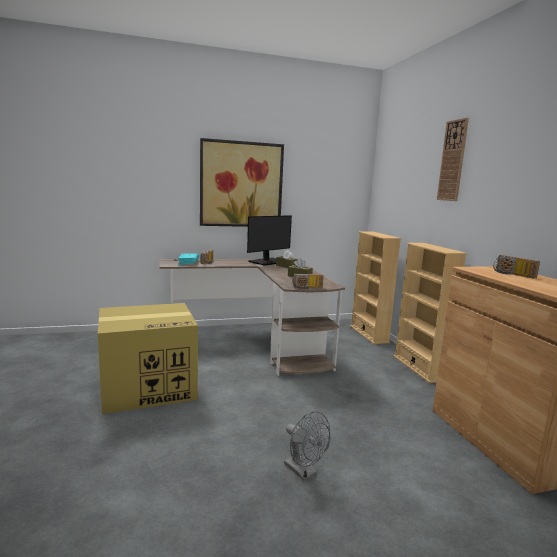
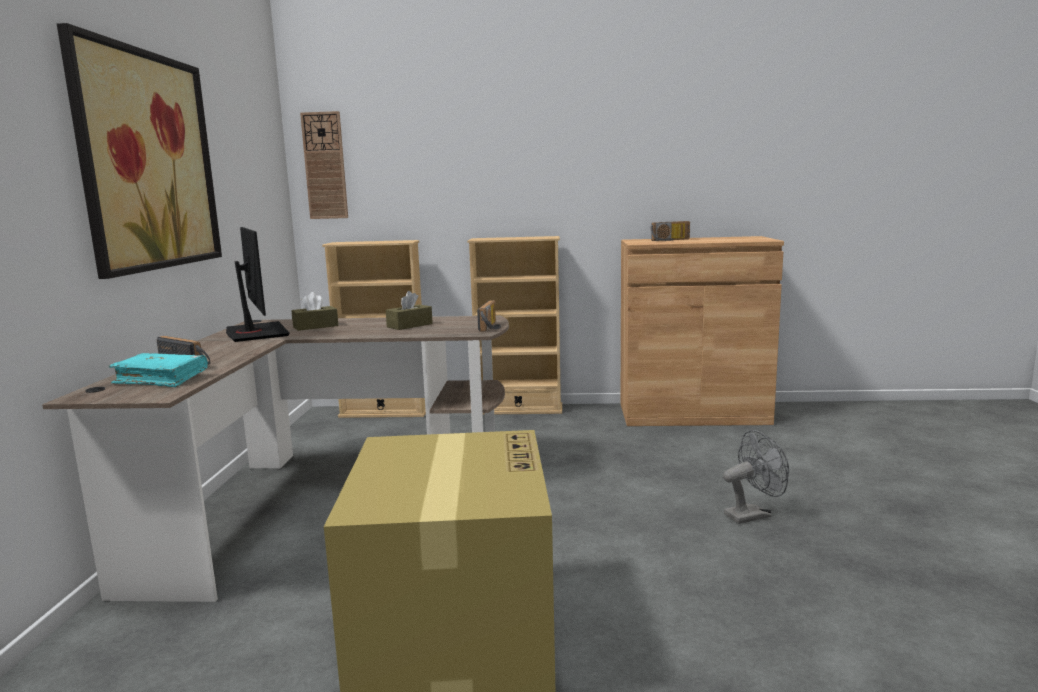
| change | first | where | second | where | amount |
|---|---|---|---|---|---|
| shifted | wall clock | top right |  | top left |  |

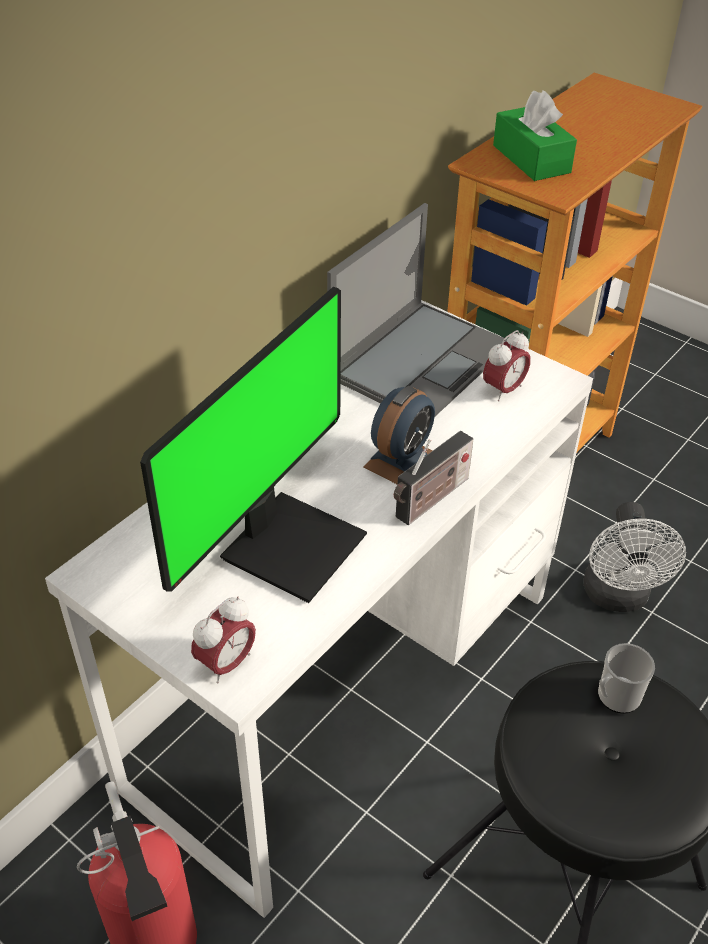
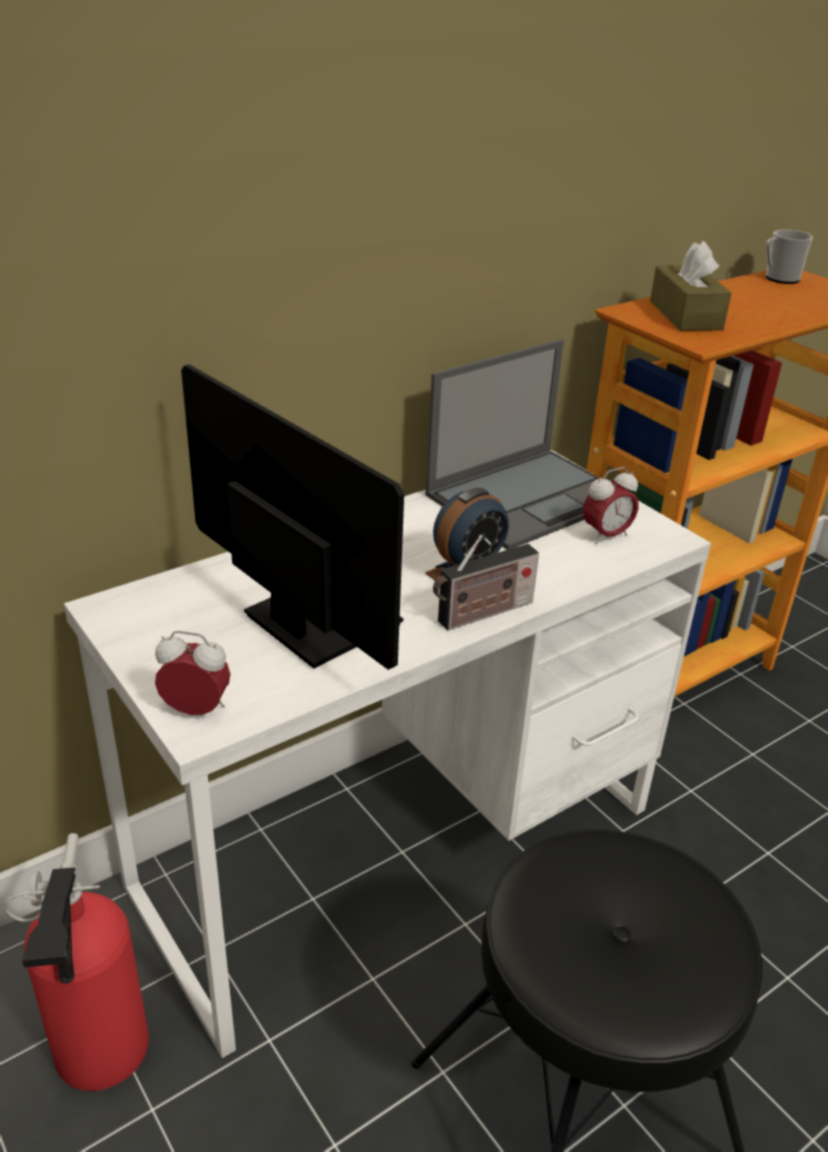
| change | first | where | second | where | amount |
|---|---|---|---|---|---|
| repainted | green tissue box | top right | brown tissue box | top right |  |
| rotated | monitor | centre |  | centre | 90 degrees counterclockwise |
| gone | white fan | middle right |  |  |  |
| rotated | alarm clock (no. 1 from left) | bottom left |  | middle left | 135 degrees counterclockwise |
| shifted | mug | bottom right |  | top right |  |

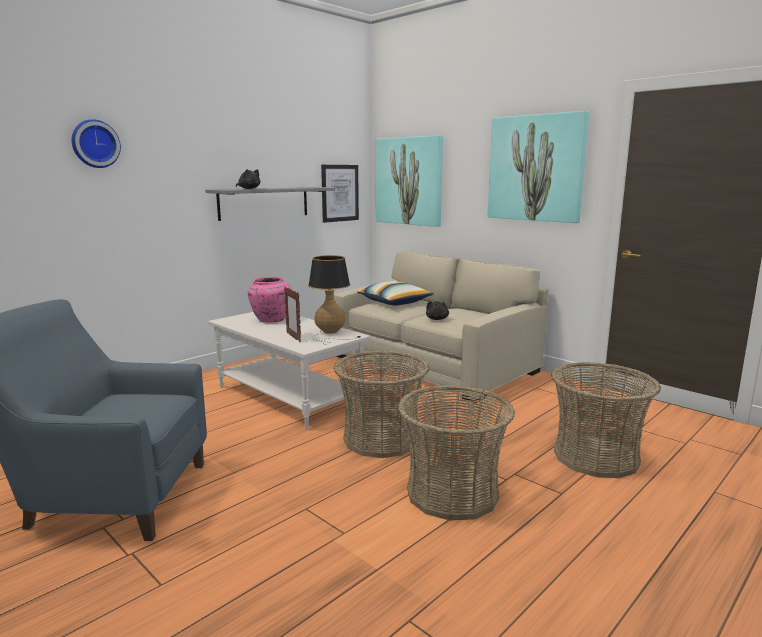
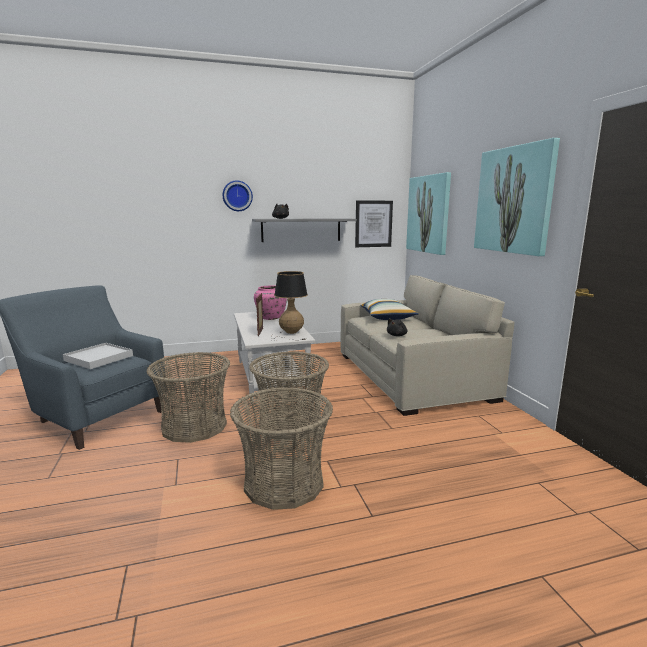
| change | first | where | second | where | amount |
|---|---|---|---|---|---|
| shifted | wall clock | top left |  | top centre |  |
| shifted | basket (no. 3 from left in the first image) | middle right | basket (no. 1 from left) | middle left |  |
| new |  |  | white tray | middle left |  |

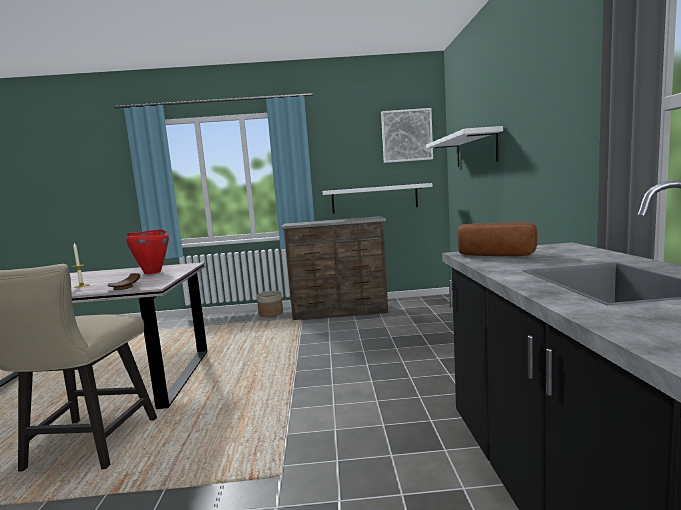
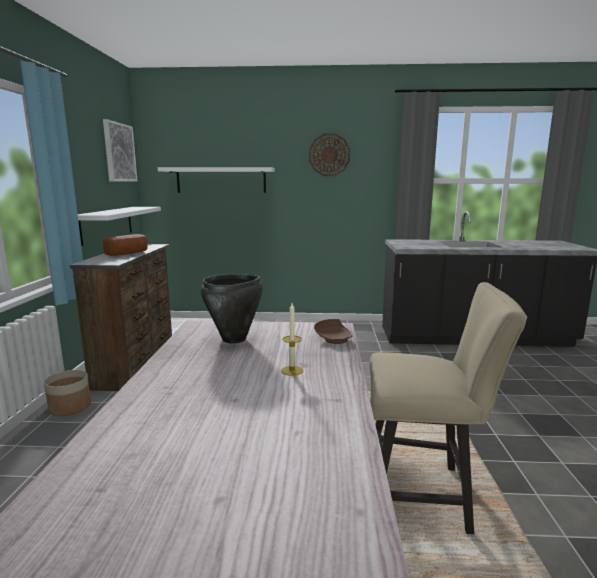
| change | first | where | second | where | amount |
|---|---|---|---|---|---|
| shifted | bread | middle right |  | middle left |  |
| repainted | red cooking pot | middle left | black cooking pot | centre |  |
| new |  |  | wall clock | top centre |  |

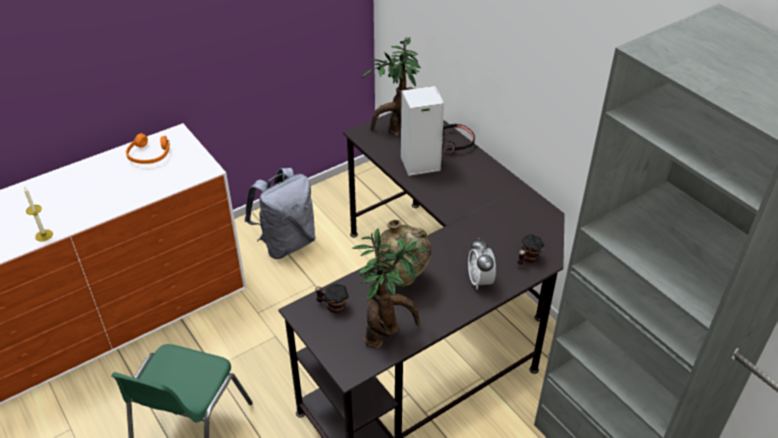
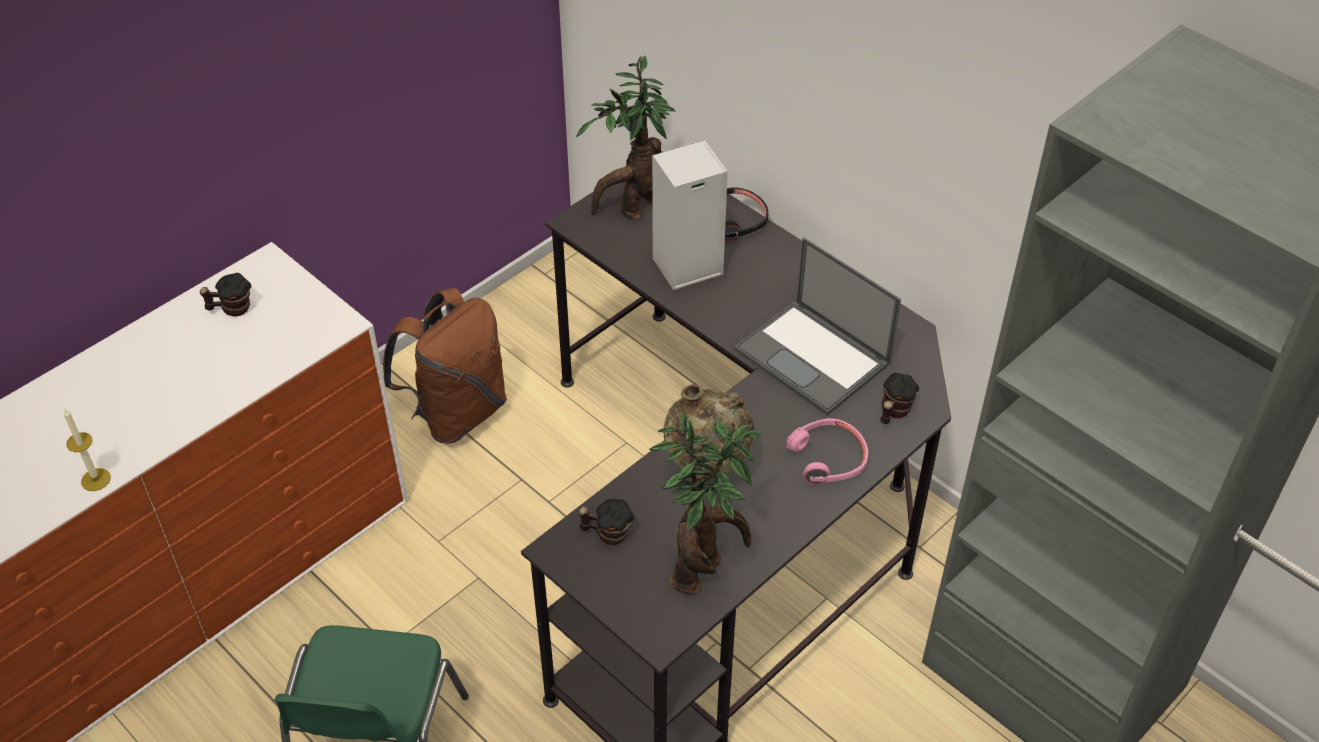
| change | first | where | second | where | amount |
|---|---|---|---|---|---|
| swapped | orange headphones | middle left | mug (no. 1 from left) | middle left |  |
| repainted | grey backpack | centre | brown backpack | centre |  |
| swapped | alarm clock | centre | pink headphones | centre |  |
| new |  |  | laptop | centre |  |

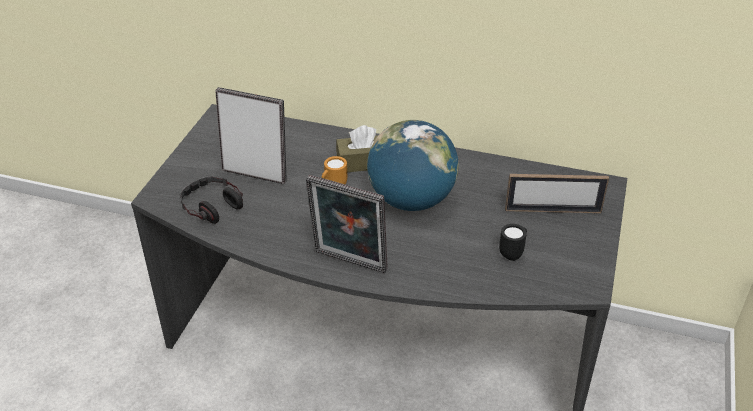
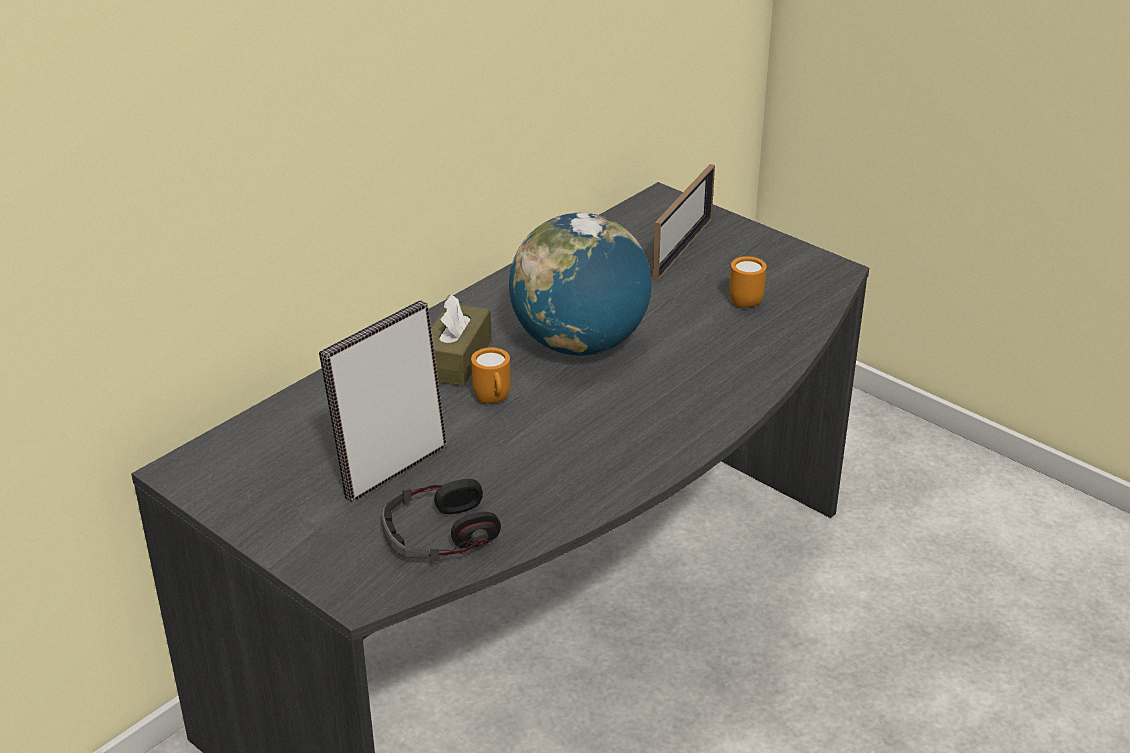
| change | first | where | second | where | amount |
|---|---|---|---|---|---|
| gone | picture frame (no. 2 from left) | centre |  |  |  |
| repainted | black mug | middle right | orange mug (no. 2 from left) | centre |  |

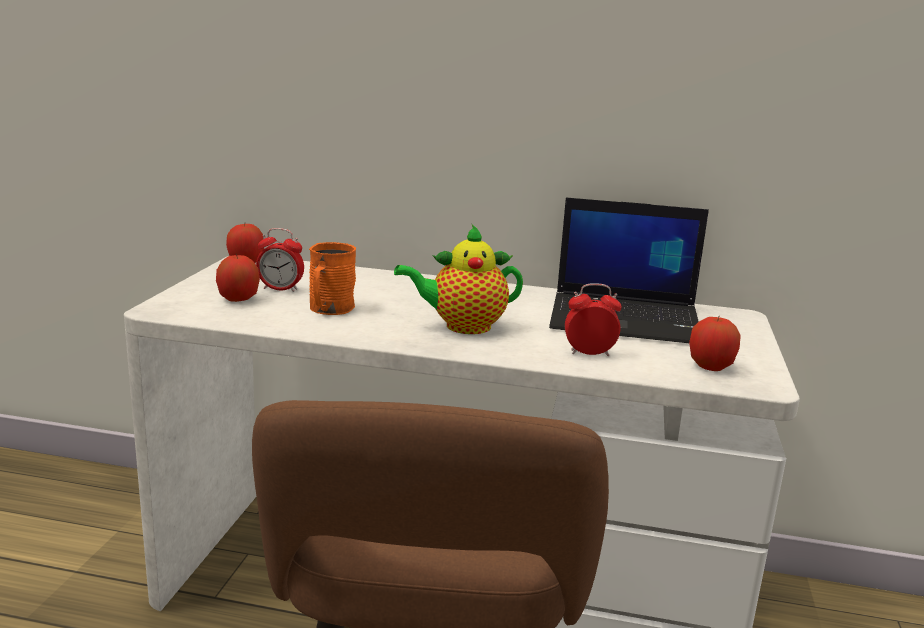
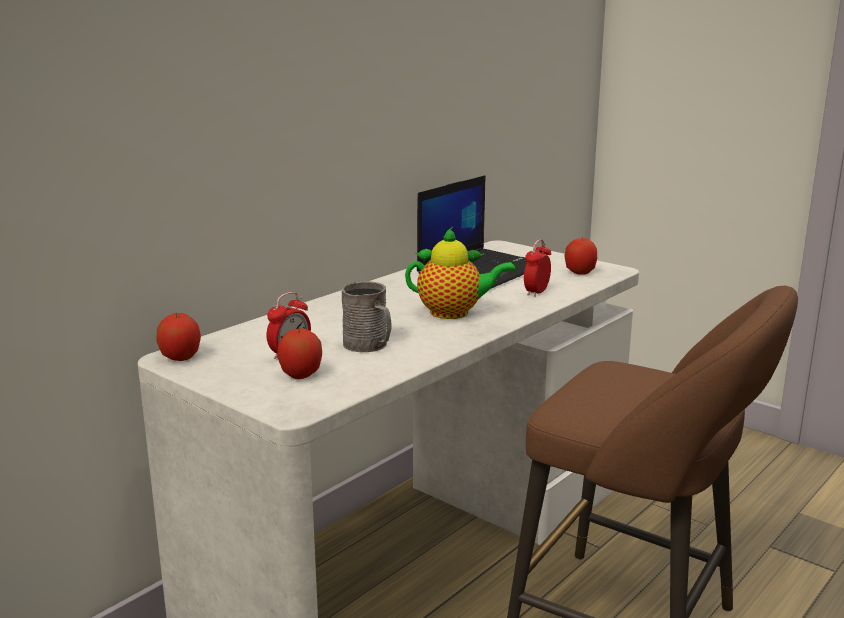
| change | first | where | second | where | amount |
|---|---|---|---|---|---|
| rotated | teapot | centre |  | centre | 105 degrees counterclockwise |
| repainted | orange mug | centre | grey mug | centre |  |

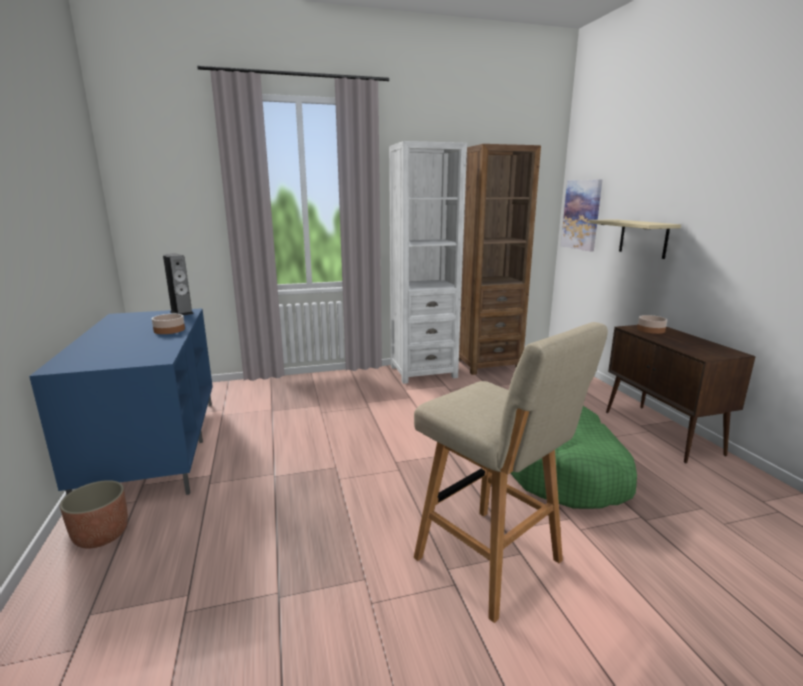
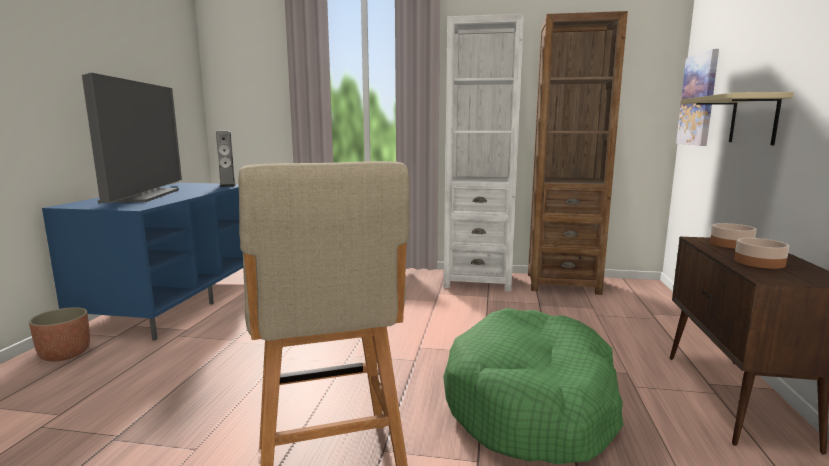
| change | first | where | second | where | amount |
|---|---|---|---|---|---|
| shifted | bowl (no. 1 from left in the first image) | middle left | bowl (no. 2 from left) | middle right |  |
| new |  |  | television | top left |  |

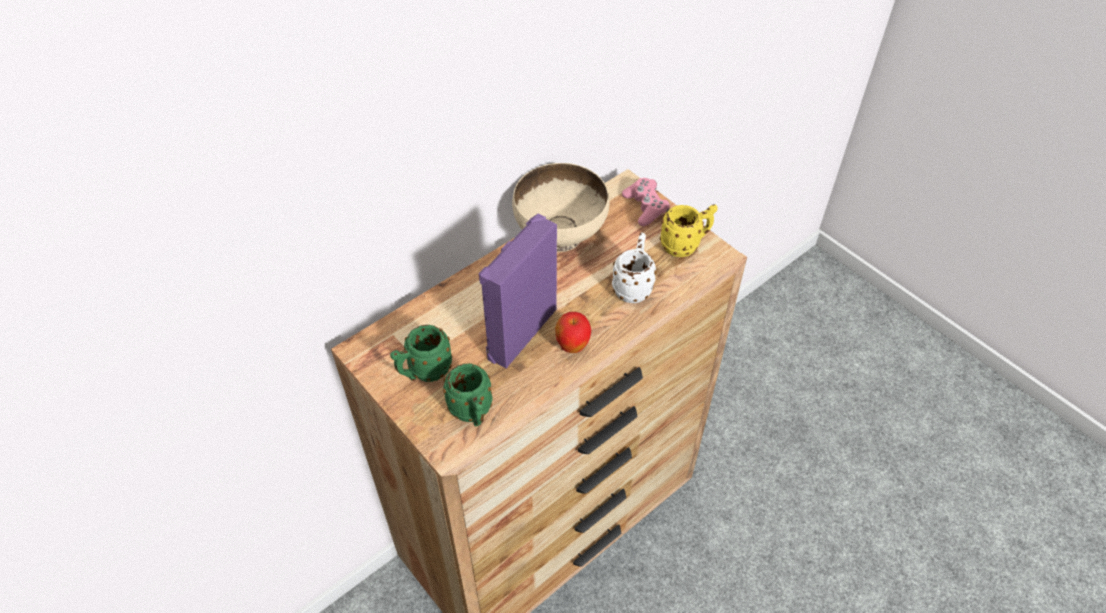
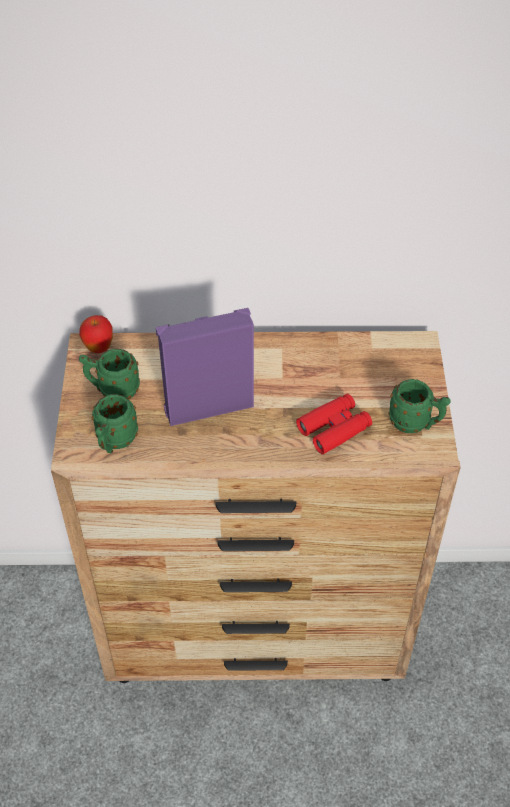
| change | first | where | second | where | amount |
|---|---|---|---|---|---|
| gone | beige bowl | centre |  |  |  |
| gone | pink game controller | top centre |  |  |  |
| repainted | yellow mug | centre | green mug (no. 3 from left) | middle right |  |
| swapped | white mug | centre | red binoculars | centre |  |
| shifted | apple | centre |  | middle left |  |

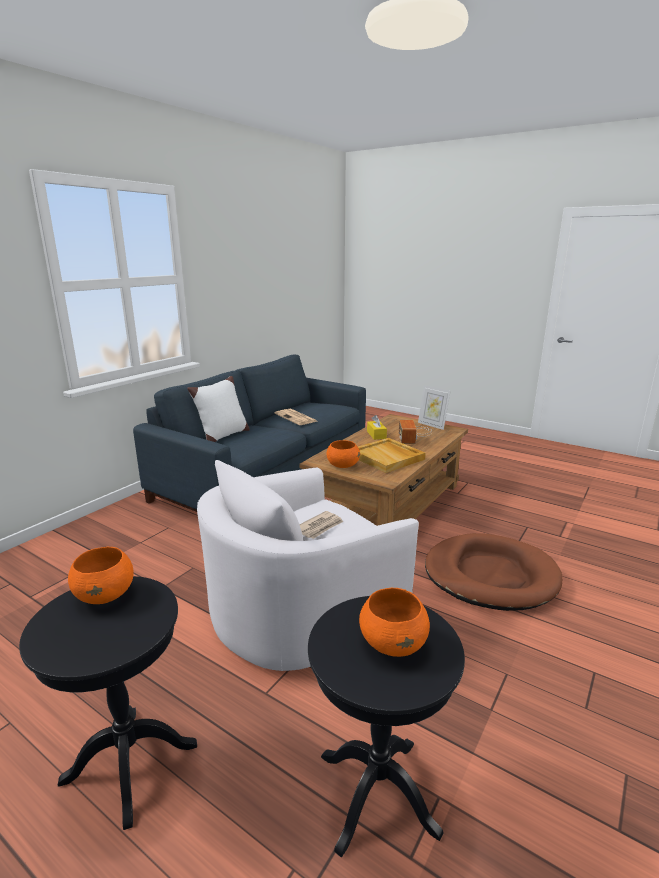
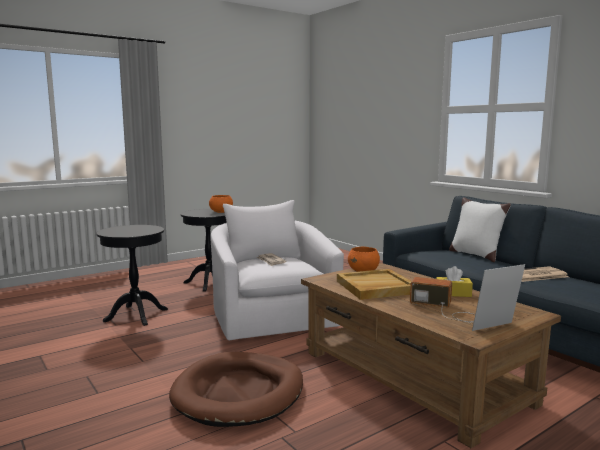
| change | first | where | second | where | amount |
|---|---|---|---|---|---|
| gone | orange bowl (no. 3 from left) | bottom centre |  |  |  |

